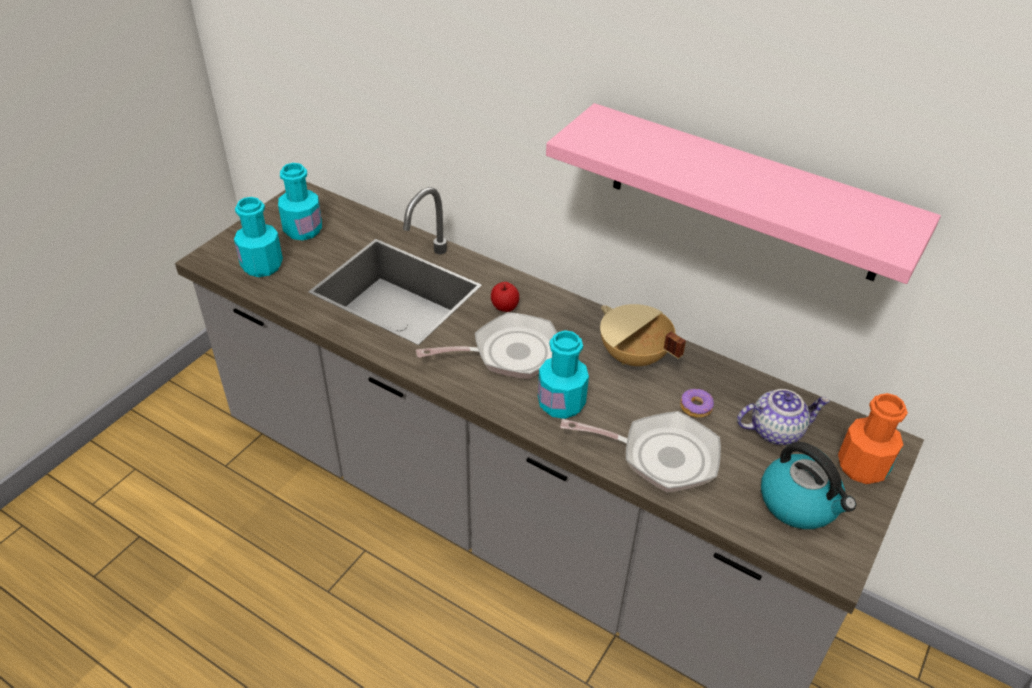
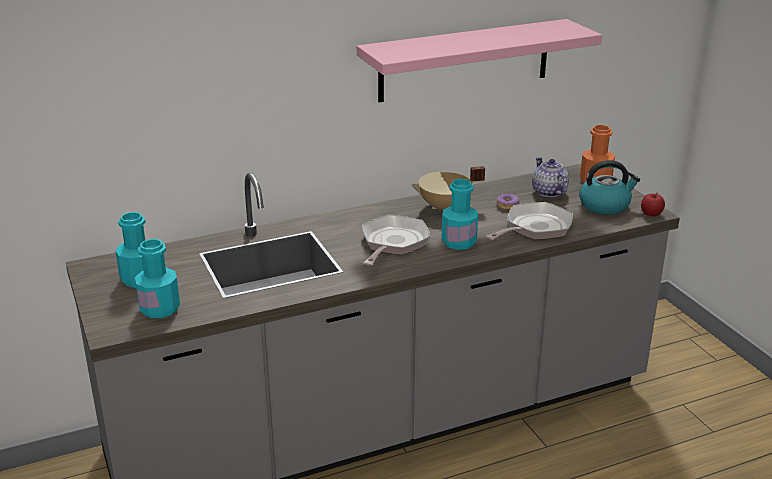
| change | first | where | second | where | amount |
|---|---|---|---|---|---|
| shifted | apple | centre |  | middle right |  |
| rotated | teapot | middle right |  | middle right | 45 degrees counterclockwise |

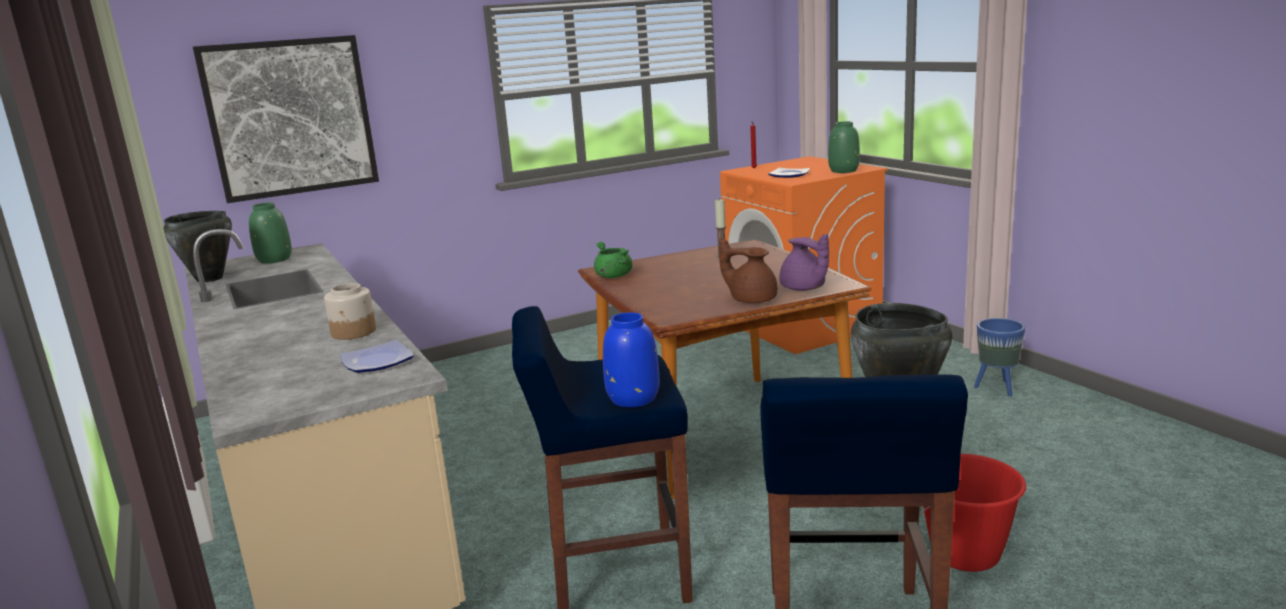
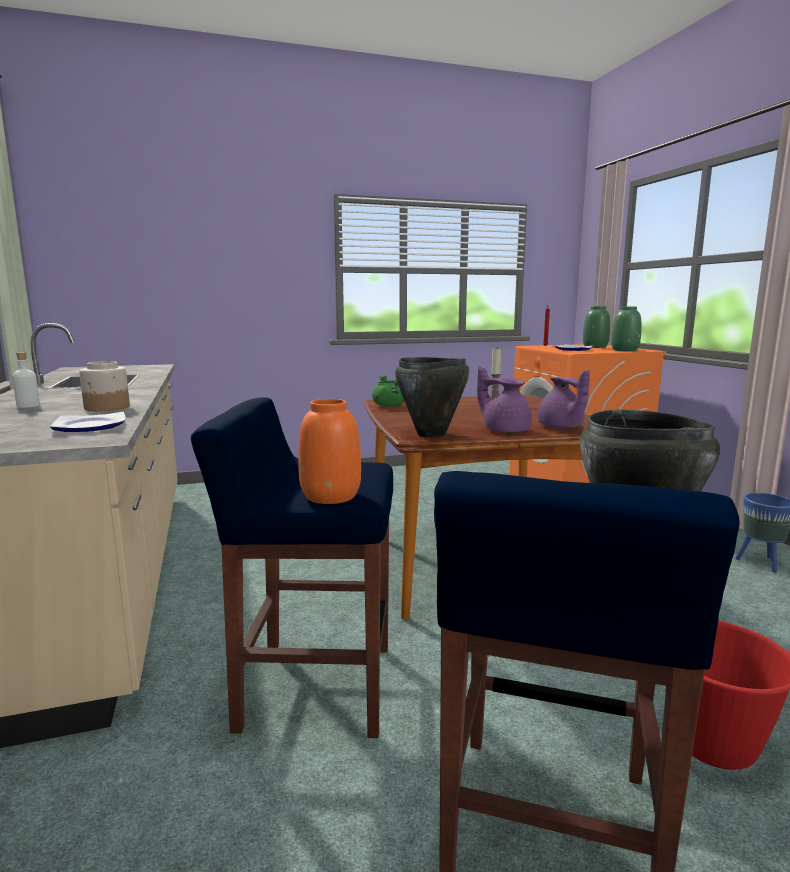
| change | first | where | second | where | amount |
|---|---|---|---|---|---|
| gone | picture | top left |  |  |  |
| shifted | green vase (no. 1 from left) | middle left |  | middle right |  |
| shifted | black cooking pot (no. 1 from left) | middle left |  | centre |  |
| repainted | brown teapot | centre | purple teapot (no. 1 from left) | centre |  |
| repainted | blue vase | centre | orange vase | centre |  |
| new |  |  | white bottle | middle left |  |

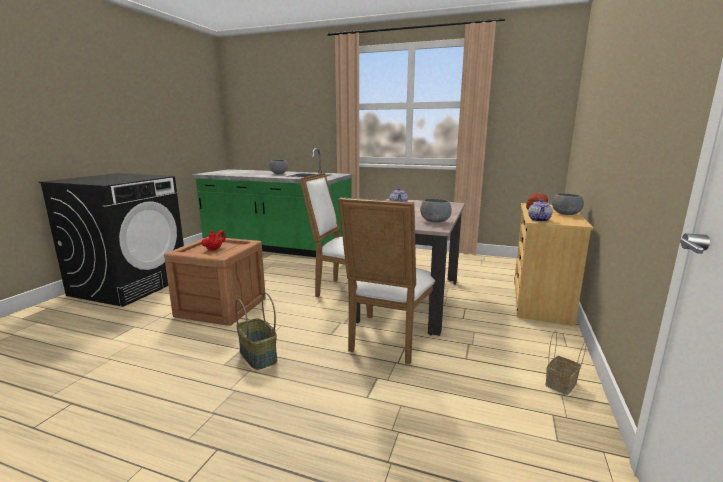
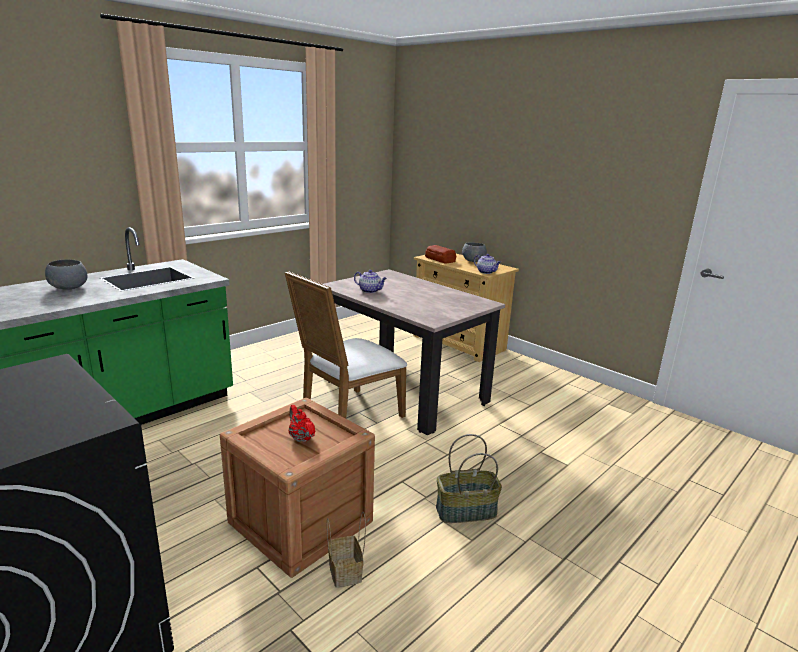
| change | first | where | second | where | amount |
|---|---|---|---|---|---|
| gone | white chair (no. 2 from left) | centre |  |  |  |
| gone | grey bowl (no. 2 from left) | centre |  |  |  |
| shifted | basket (no. 2 from left in the first image) | bottom right | basket (no. 1 from left) | bottom centre |  |

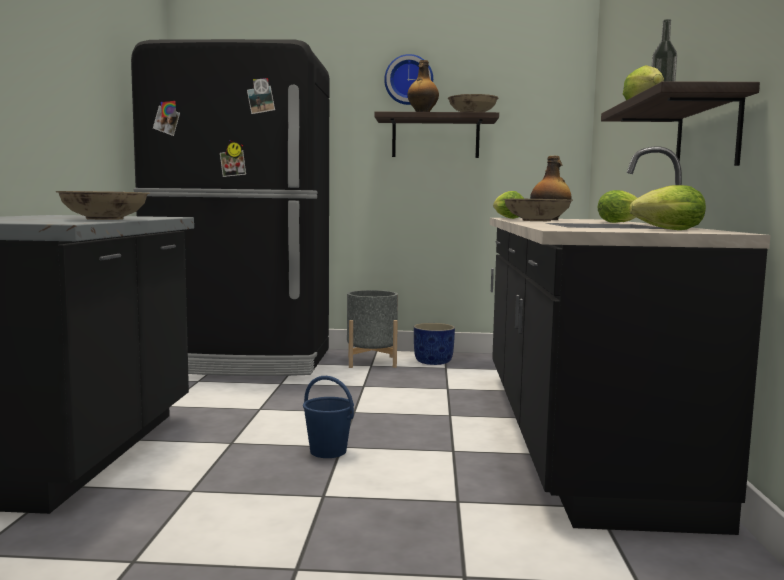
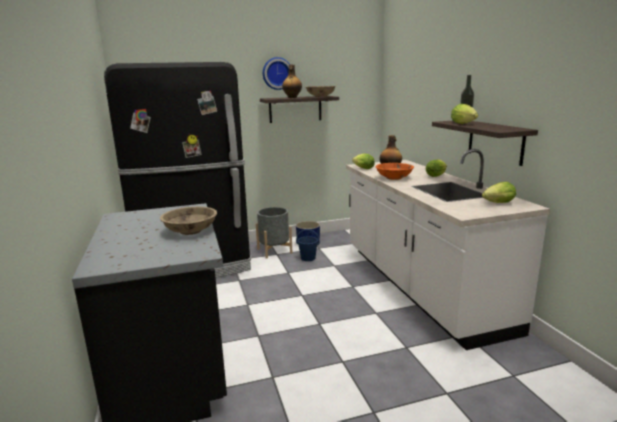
| change | first | where | second | where | amount |
|---|---|---|---|---|---|
| repainted | black counter (no. 2 from left) | middle right | white counter | middle right |  |
| repainted | beige bowl (no. 3 from left) | middle right | orange bowl | centre |  |
| shifted | blue bucket | bottom centre |  | centre |  |

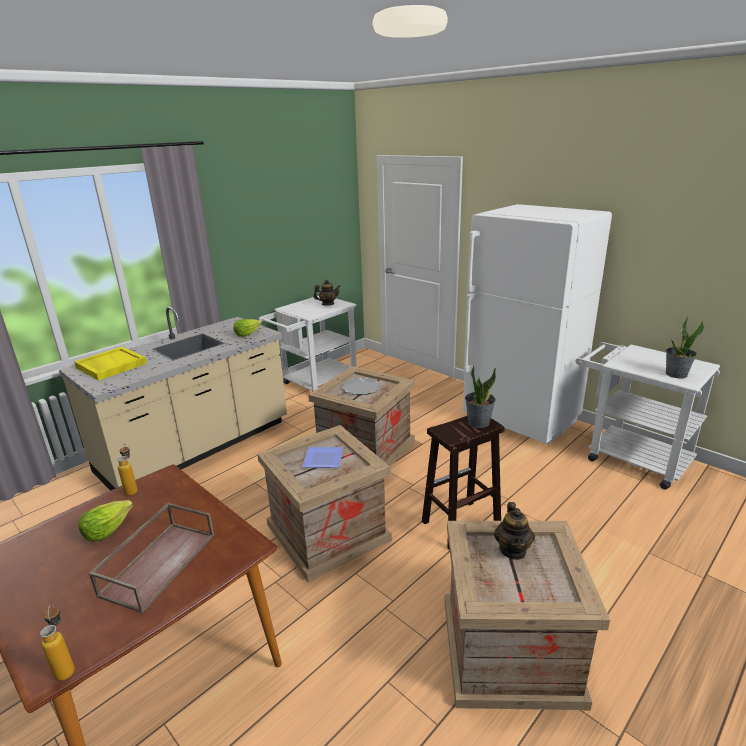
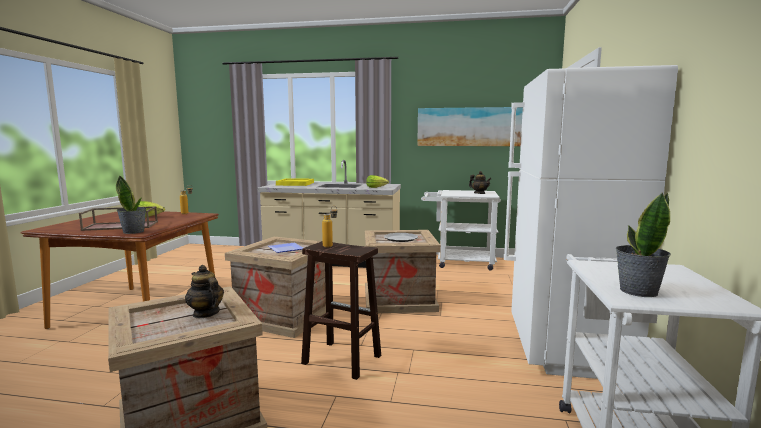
| change | first | where | second | where | amount |
|---|---|---|---|---|---|
| shifted | potted plant (no. 1 from left) | centre |  | middle left |  |
| rotated | teapot (no. 2 from left in the first image) | bottom right | teapot (no. 1 from left) | bottom left | 75 degrees clockwise |
| shifted | bottle (no. 1 from left in the first image) | bottom left | bottle (no. 2 from left) | centre |  |
| new |  |  | picture | top centre |  |

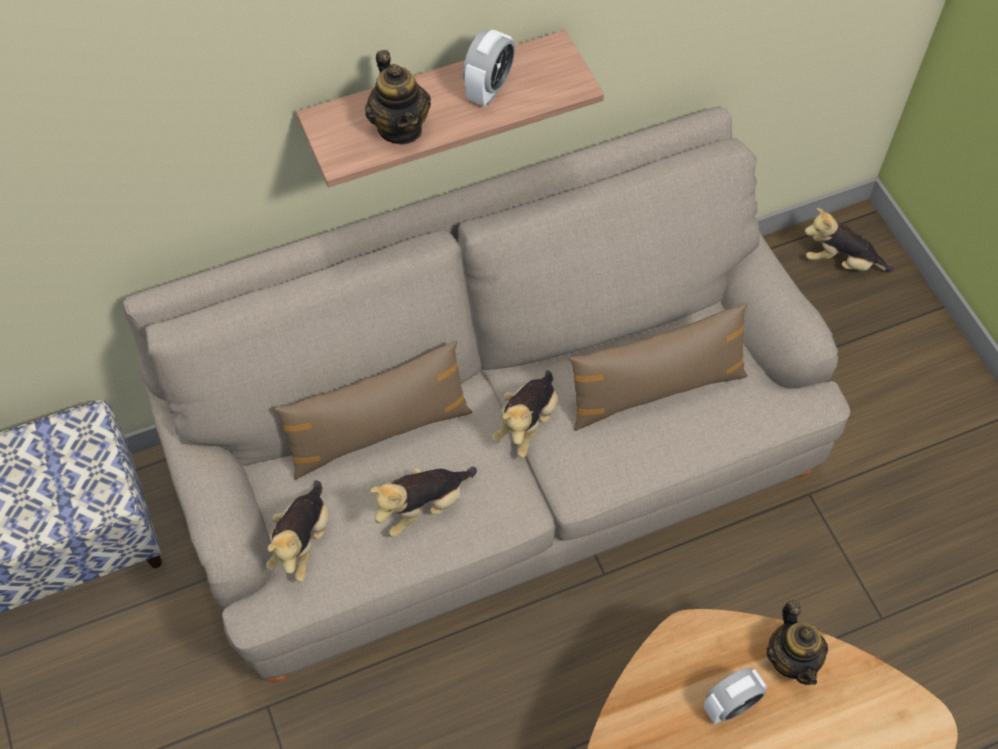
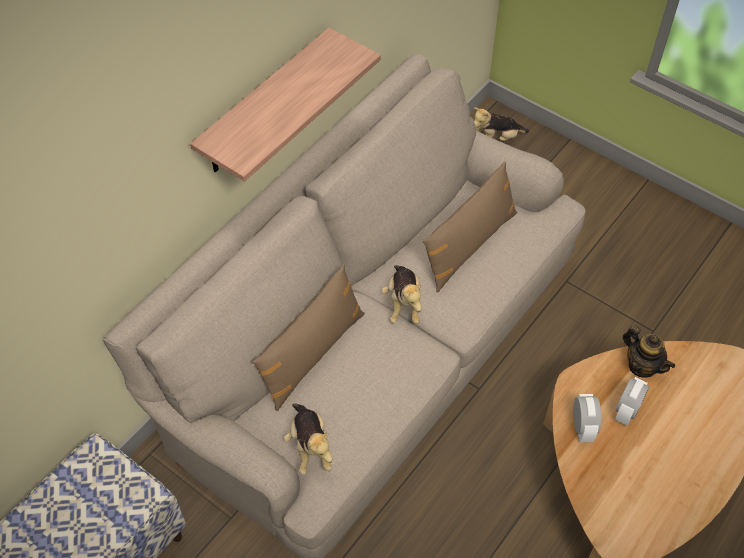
| change | first | where | second | where | amount |
|---|---|---|---|---|---|
| shifted | alarm clock (no. 1 from left) | top centre |  | bottom right |  |
| gone | teapot (no. 1 from left) | top centre |  |  |  |
| gone | plush toy (no. 2 from left) | bottom centre |  |  |  |

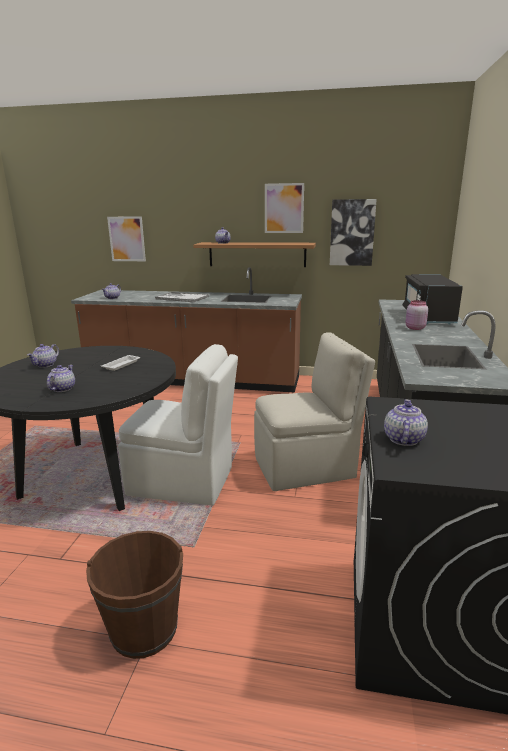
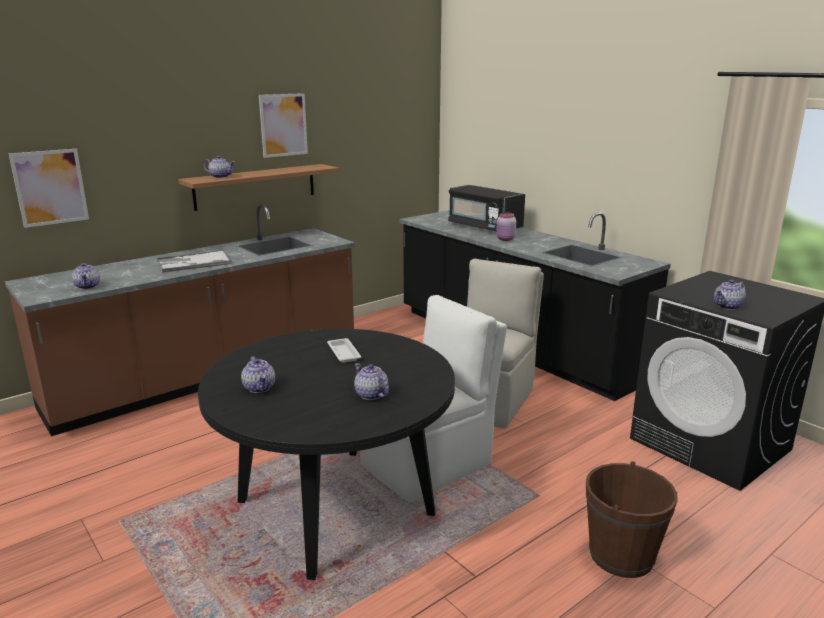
| change | first | where | second | where | amount |
|---|---|---|---|---|---|
| gone | picture (no. 3 from left) | top right |  |  |  |
| rotated | teapot (no. 5 from left) | middle right |  | middle right | 90 degrees counterclockwise |

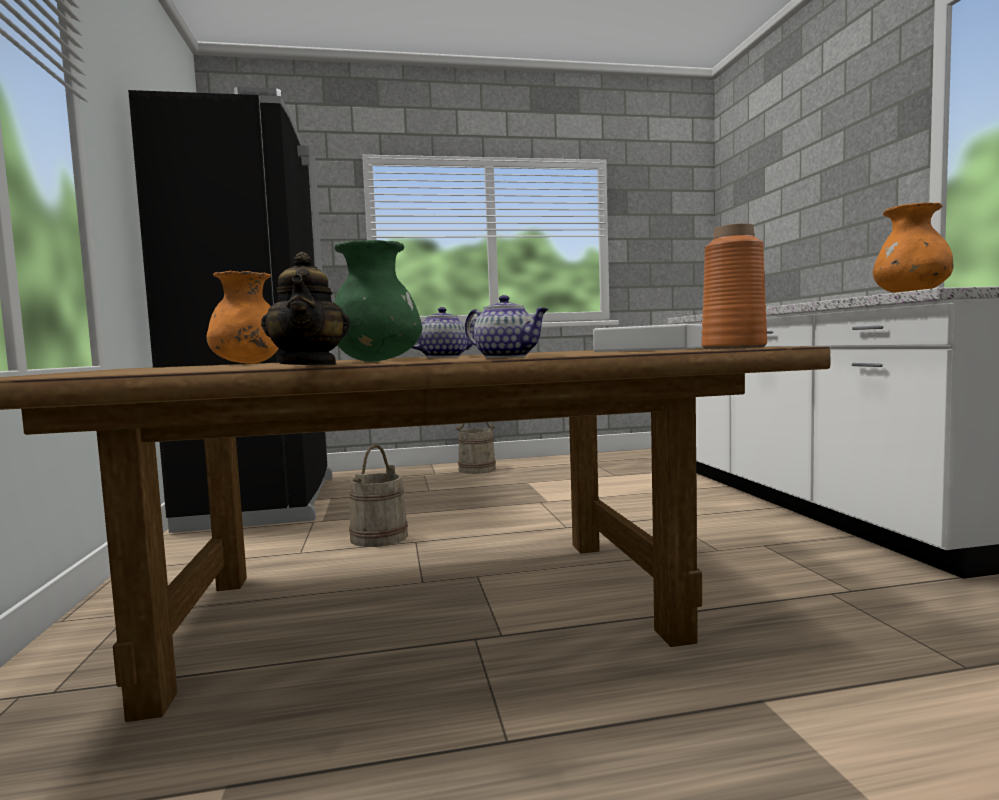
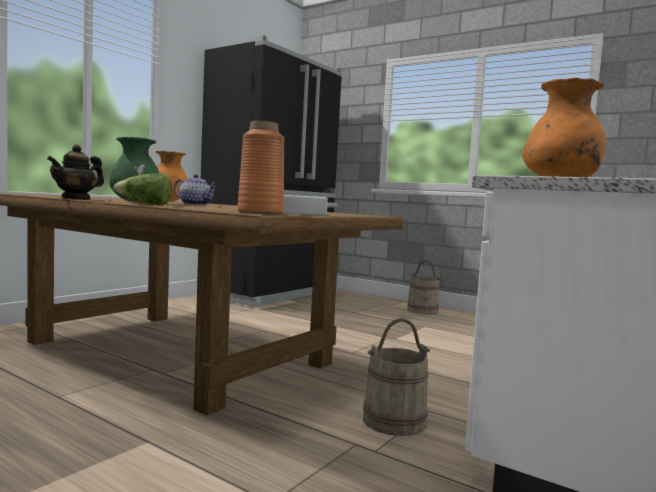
| change | first | where | second | where | amount |
|---|---|---|---|---|---|
| swapped | teapot (no. 3 from left) | centre | lettuce | middle left |  |
| shifted | beige bucket (no. 1 from left) | centre |  | bottom centre |  |

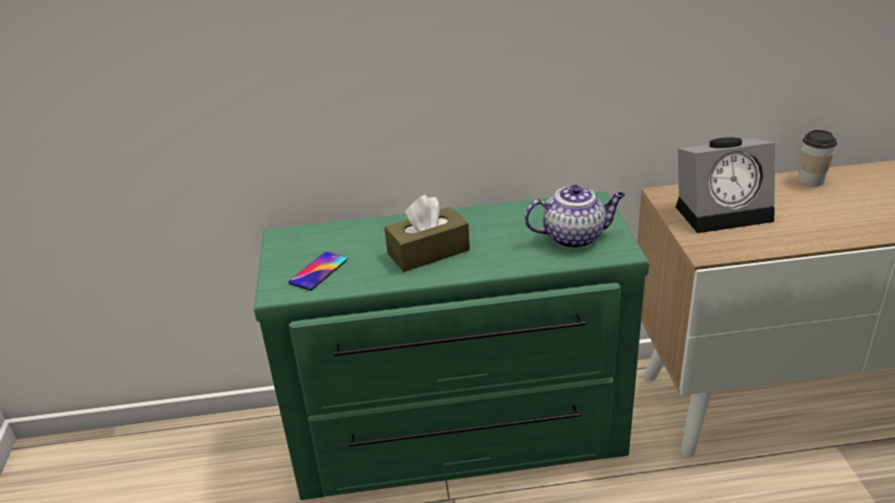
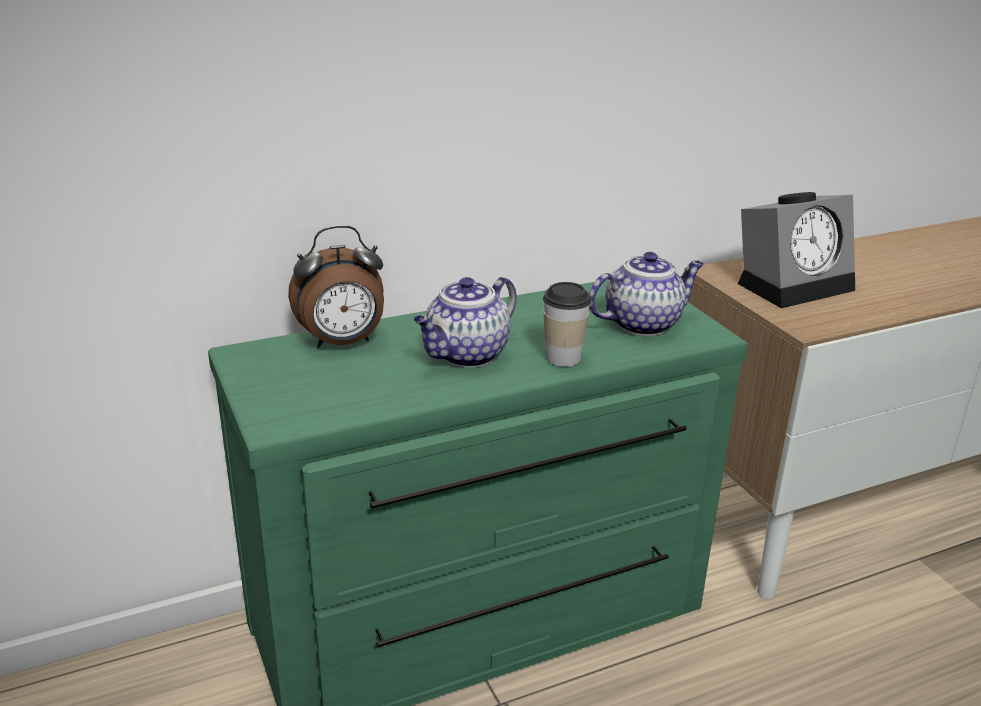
| change | first | where | second | where | amount |
|---|---|---|---|---|---|
| shifted | cup | top right |  | centre |  |
| swapped | brown tissue box | centre | teapot (no. 1 from left) | centre |  |
| gone | phone | centre |  |  |  |
| new |  |  | alarm clock (no. 1 from left) | centre |  |

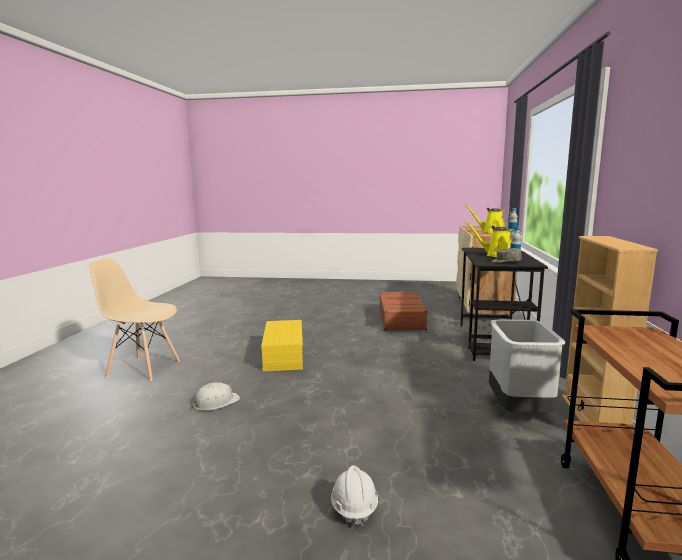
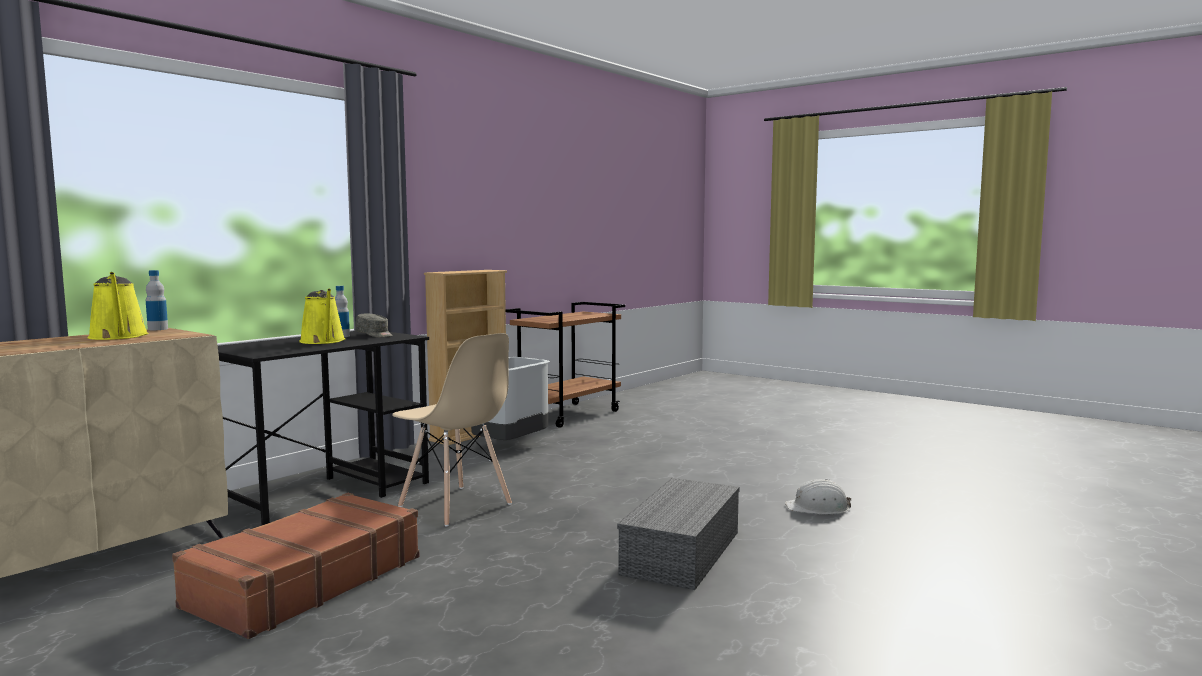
| change | first | where | second | where | amount |
|---|---|---|---|---|---|
| shifted | beige chair | middle left |  | centre |  |
| repainted | yellow storage box | centre | grey storage box | bottom centre |  |
| gone | white hard hat (no. 2 from left) | bottom centre |  |  |  |

